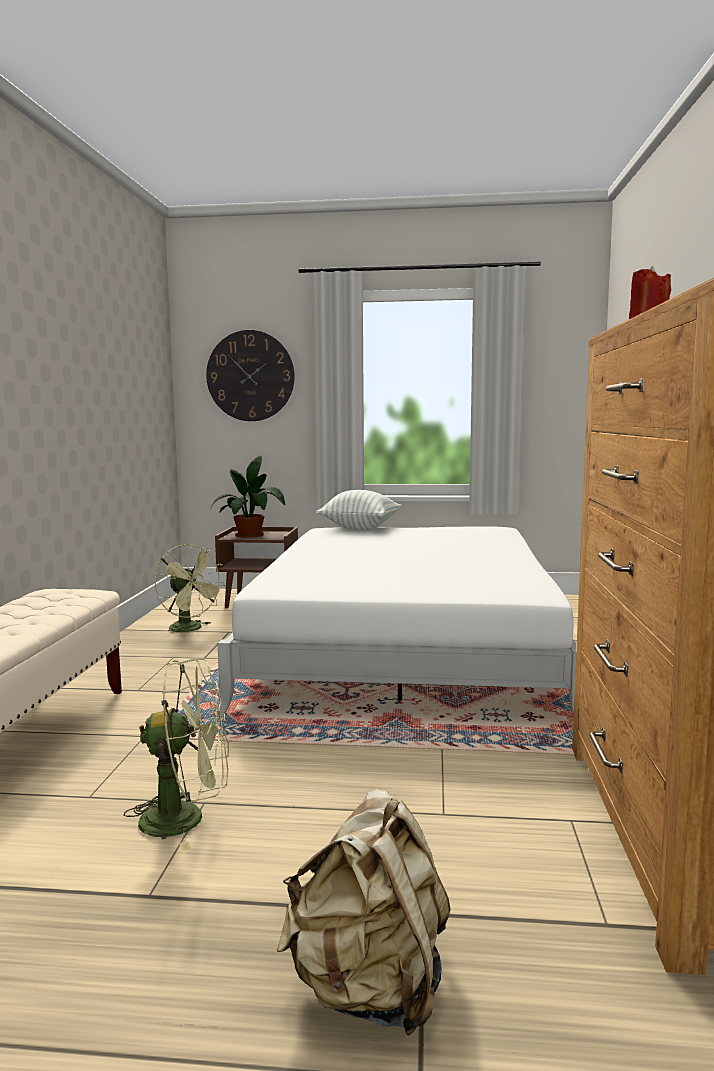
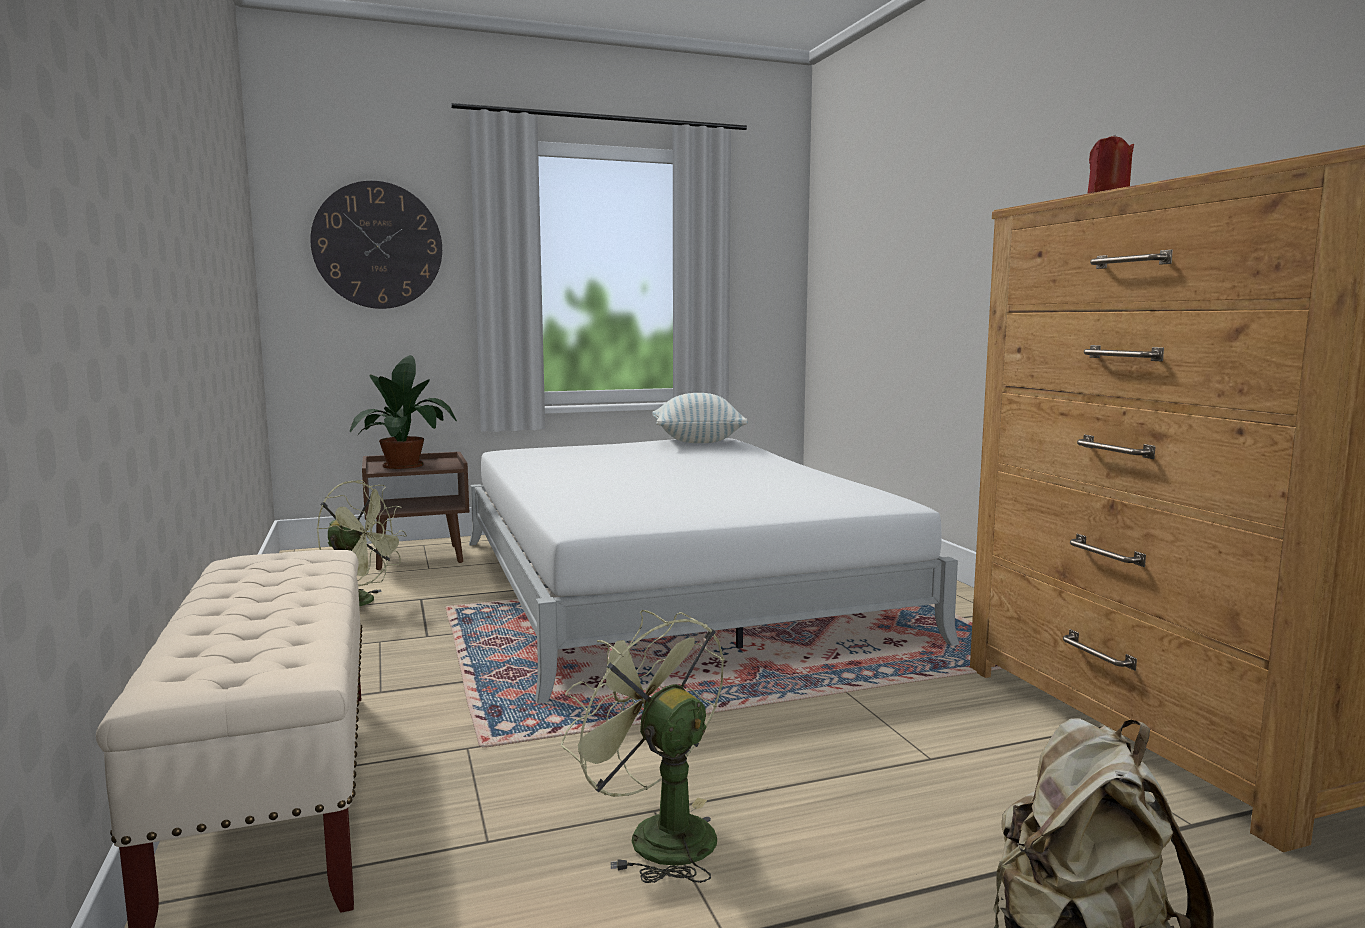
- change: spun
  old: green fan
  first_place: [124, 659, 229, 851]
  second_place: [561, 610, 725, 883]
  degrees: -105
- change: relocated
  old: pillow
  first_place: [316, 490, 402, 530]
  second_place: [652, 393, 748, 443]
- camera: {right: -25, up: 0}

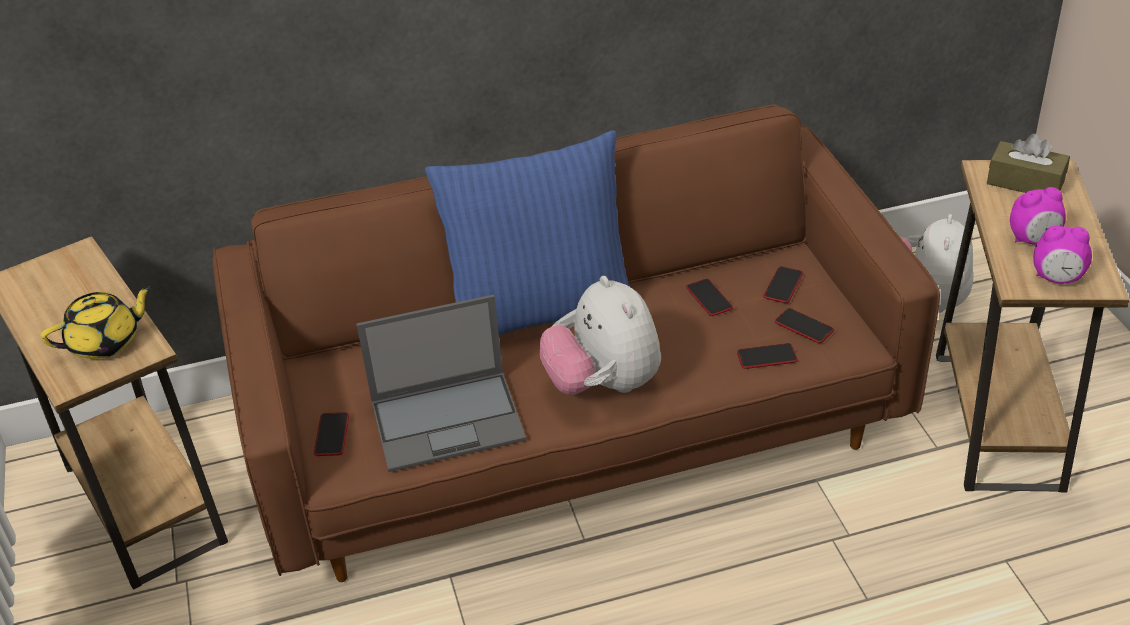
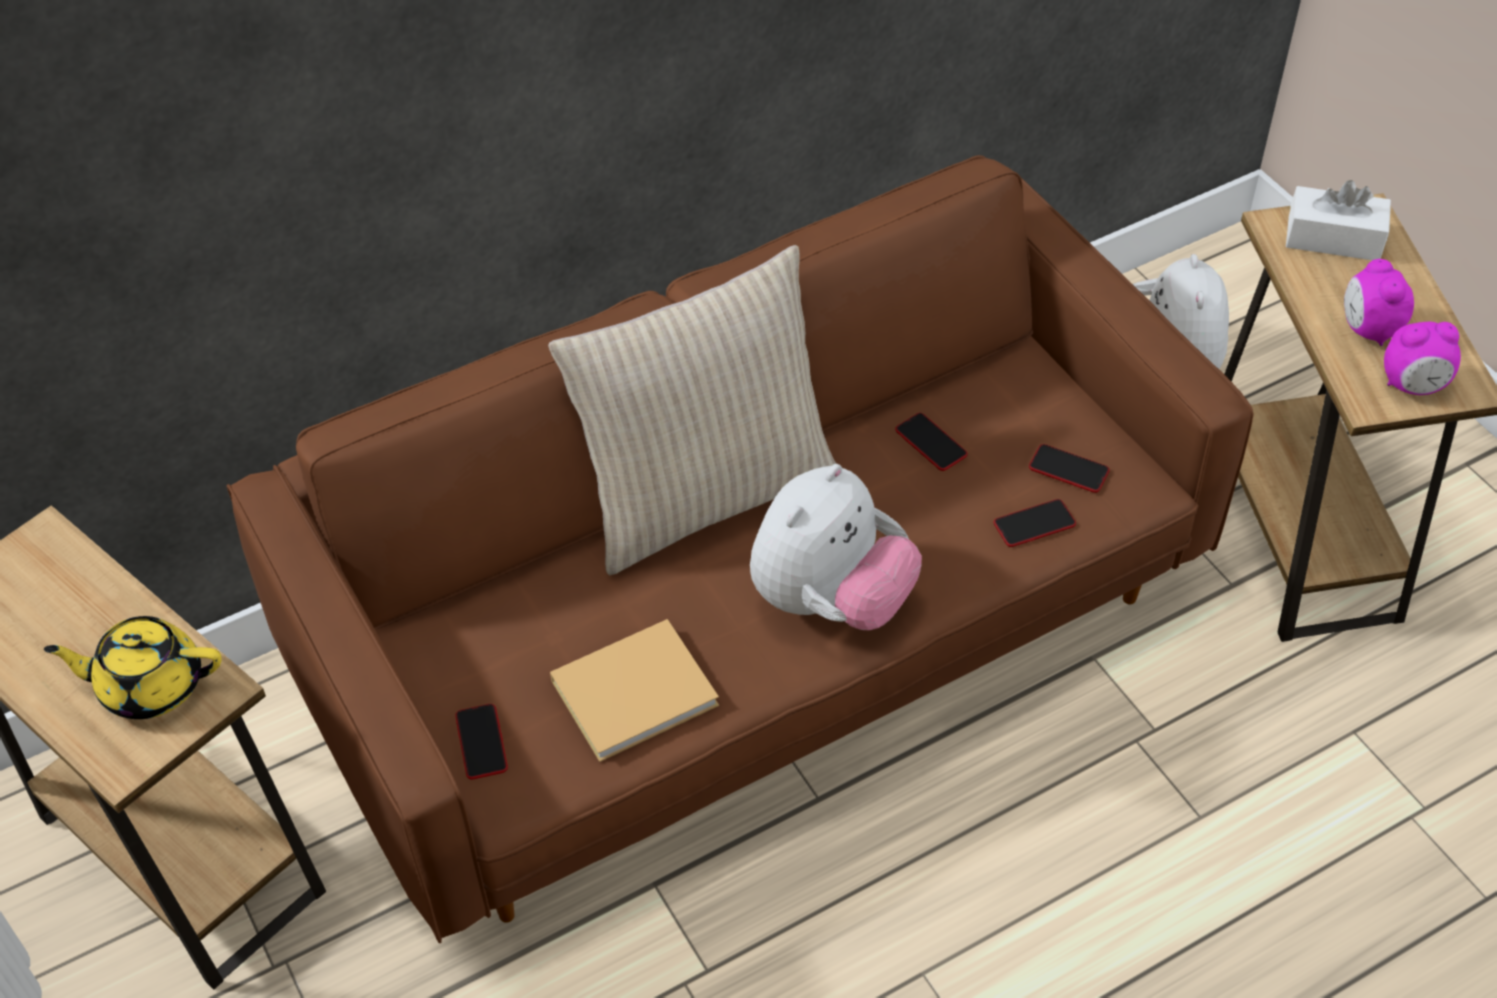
- change: spun
  old: yellow teapot
  first_place: [40, 286, 153, 359]
  second_place: [44, 616, 222, 719]
  degrees: -135
- change: exchanged
  old: laptop
  new: beige book
  first_place: [356, 295, 526, 472]
  second_place: [550, 619, 719, 762]
- change: colour
  old: blue pillow
  new: beige pillow
  first_place: [425, 130, 630, 335]
  second_place: [548, 245, 836, 575]
- change: spun
  old: plush toy
  first_place: [540, 276, 661, 395]
  second_place: [750, 464, 922, 630]
  degrees: -105
- change: missing
  old: phone
  first_place: [763, 266, 803, 303]
- change: colour
  old: brown tissue box
  new: white tissue box
  first_place: [987, 134, 1070, 193]
  second_place: [1286, 180, 1391, 260]
- change: spun
  old: alarm clock
  first_place: [1010, 187, 1066, 245]
  second_place: [1344, 259, 1414, 346]
  degrees: 105
- camera: {right: -15, up: 10}

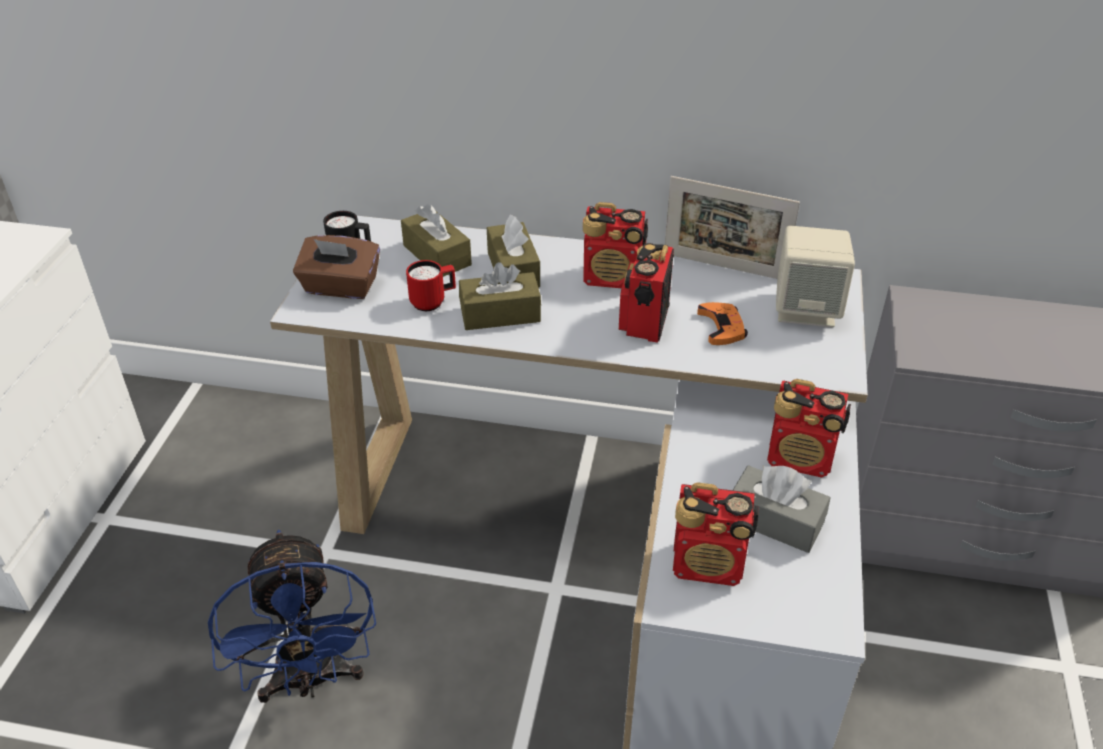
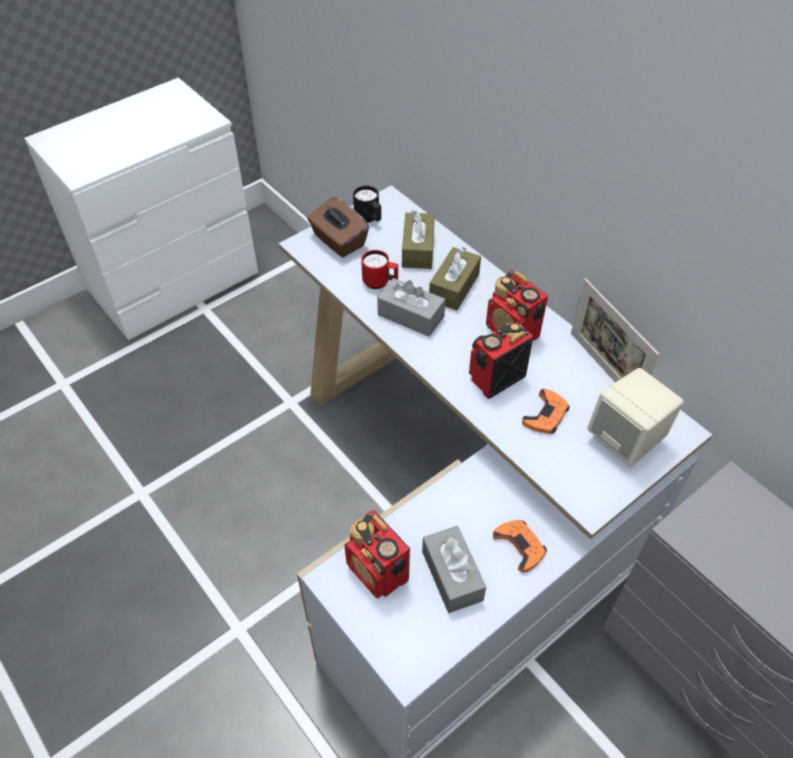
- change: missing
  old: blue fan
  first_place: [208, 530, 376, 703]
- change: colour
  old: brown tissue box
  new: grey tissue box
  first_place: [459, 262, 541, 330]
  second_place: [377, 278, 445, 337]
- change: exchanged
  old: radio
  new: orange game controller
  first_place: [767, 379, 851, 478]
  second_place: [493, 520, 547, 573]
- camera: {right: 40, up: 10}

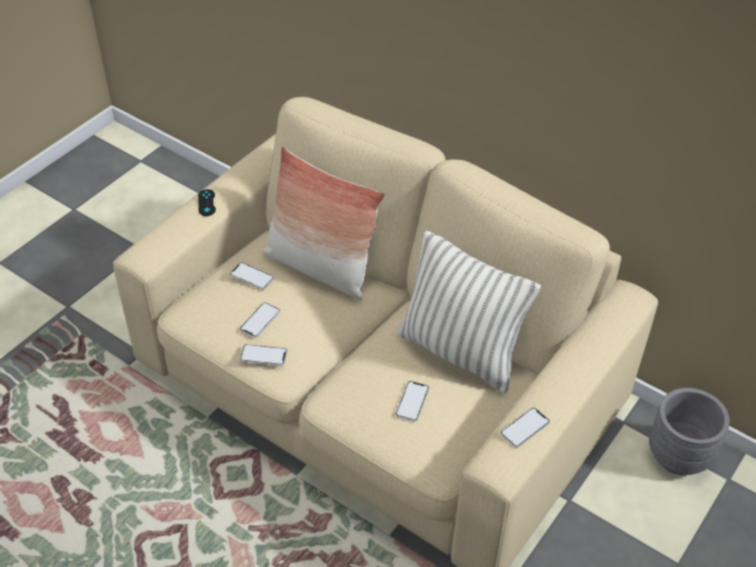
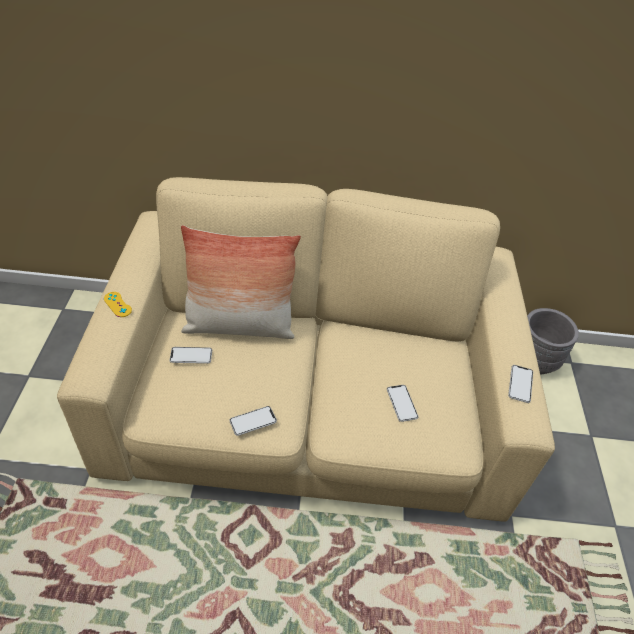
- change: colour
  old: black game controller
  new: yellow game controller
  first_place: [198, 189, 216, 216]
  second_place: [104, 292, 132, 317]
- change: missing
  old: phone
  first_place: [240, 302, 280, 338]
- change: missing
  old: pillow
  first_place: [397, 230, 541, 393]
- camera: {right: -35, up: 0}

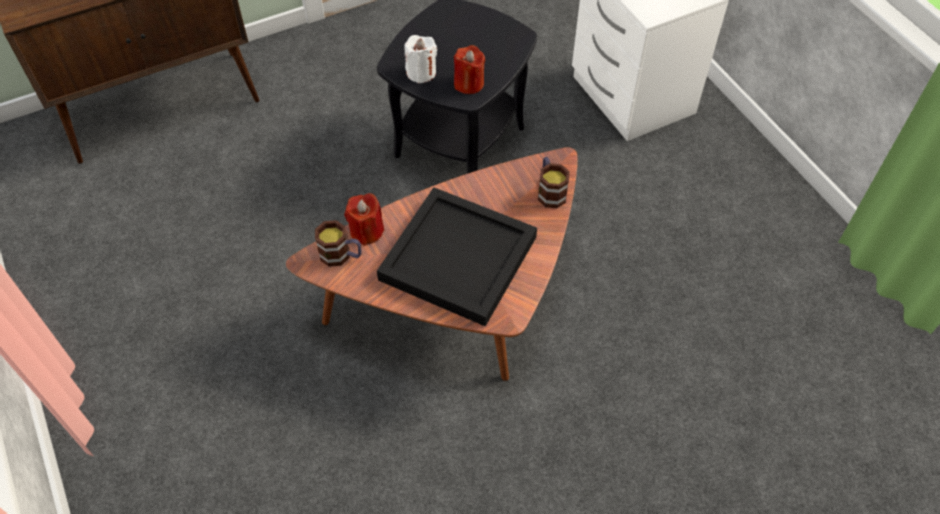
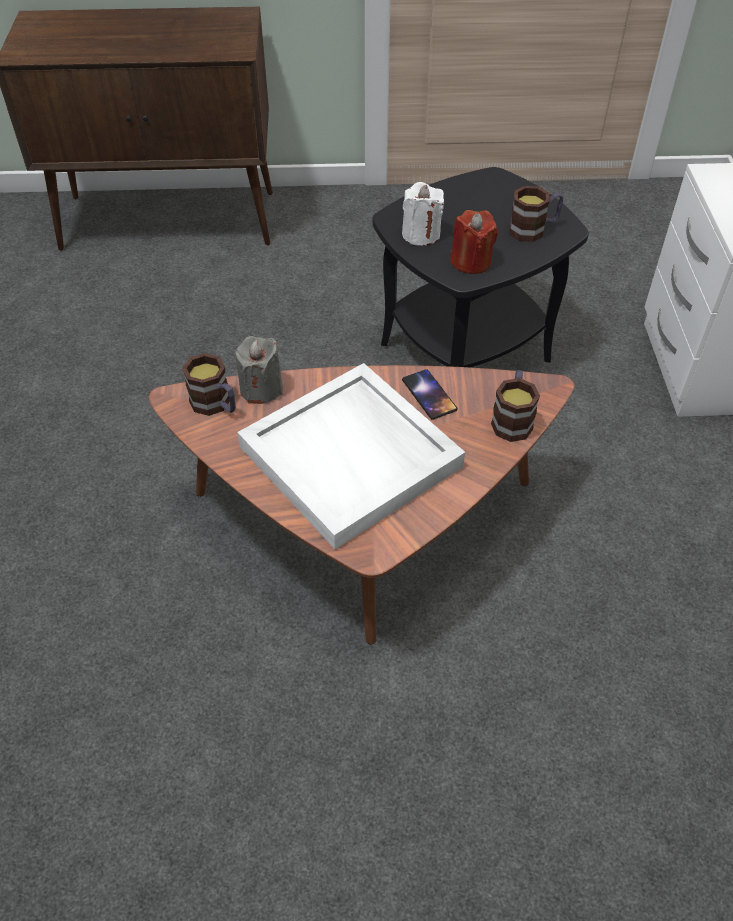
- change: colour
  old: red candle
  new: grey candle
  first_place: [345, 193, 384, 246]
  second_place: [235, 336, 283, 404]
- change: colour
  old: black tray
  new: white tray
  first_place: [377, 187, 537, 326]
  second_place: [237, 363, 465, 549]
- change: appeared
  new: phone
  second_place: [402, 369, 458, 420]
- change: appeared
  new: mug
  second_place: [509, 186, 563, 242]
- camera: {right: 25, up: -5}

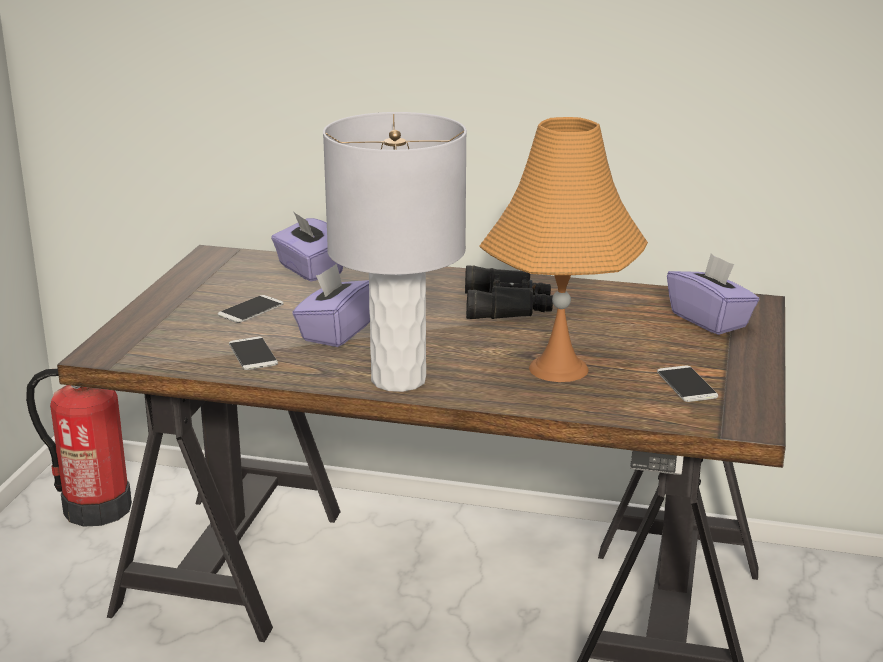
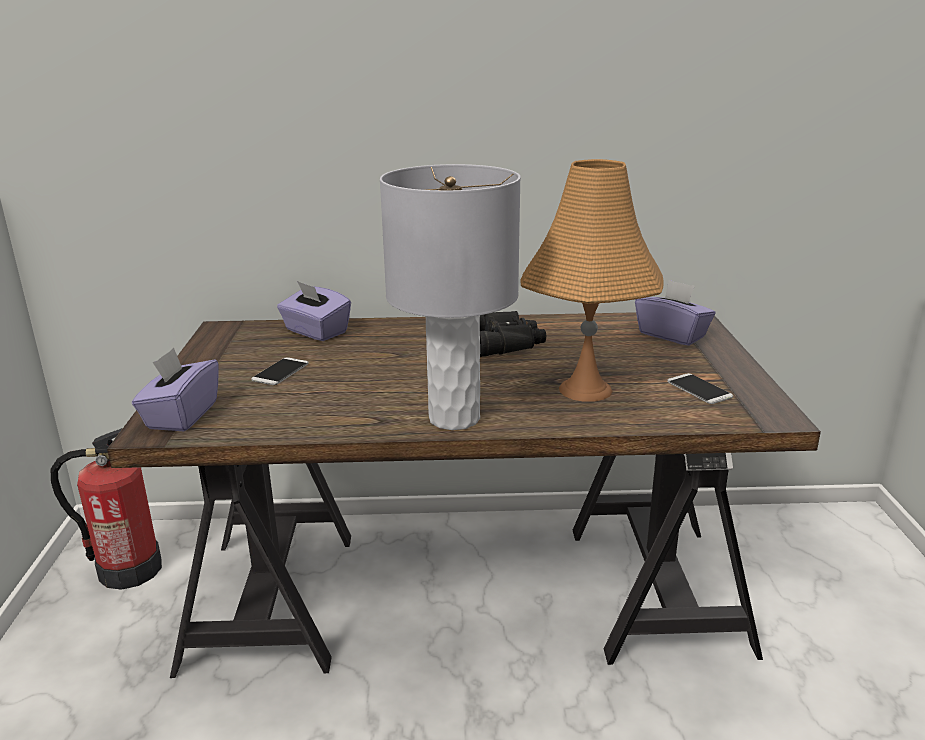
- change: missing
  old: phone
  first_place: [229, 337, 278, 370]
- change: relocated
  old: purple tissue box
  first_place: [292, 263, 370, 347]
  second_place: [132, 348, 219, 432]
- camera: {right: -15, up: 0}

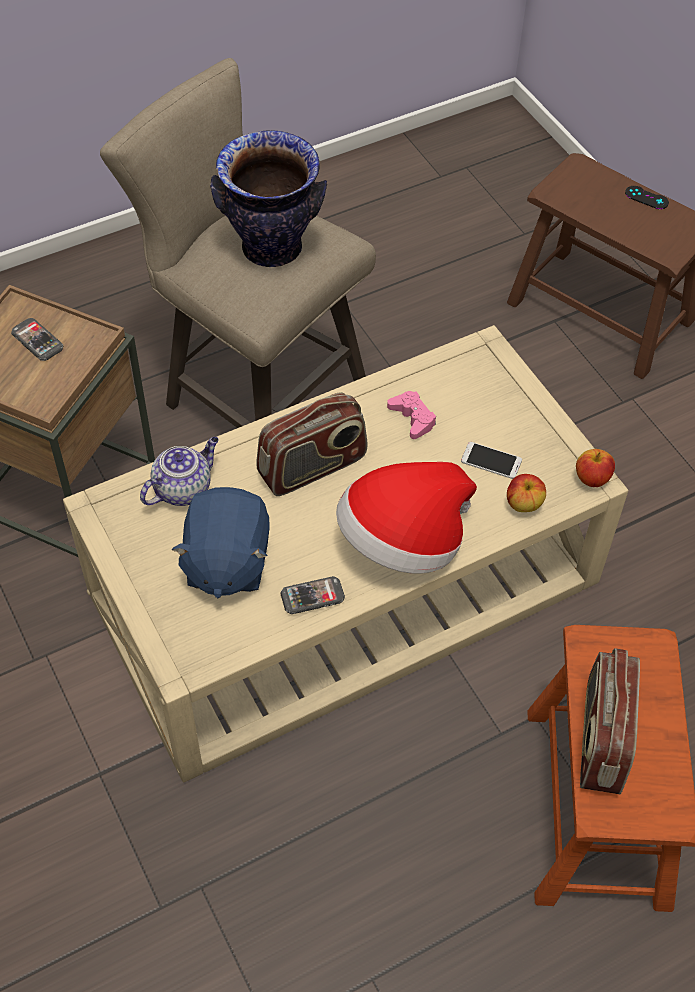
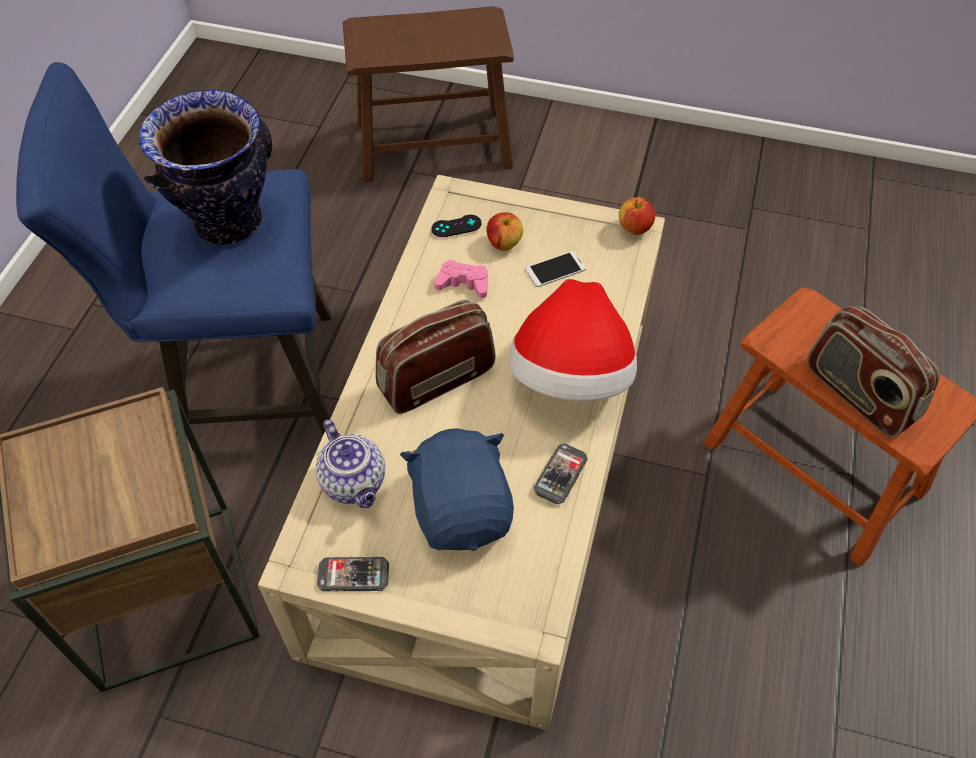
- change: relocated
  old: phone
  first_place: [11, 318, 63, 361]
  second_place: [317, 557, 389, 592]
- change: colour
  old: beige stool
  new: blue stool
  first_place: [100, 58, 376, 428]
  second_place: [16, 62, 331, 452]
- change: spun
  old: teapot
  first_place: [140, 437, 219, 506]
  second_place: [316, 419, 385, 508]
  degrees: 150
- change: spun
  old: blue plush toy
  first_place: [171, 487, 270, 598]
  second_place: [400, 428, 514, 551]
  degrees: -150
- change: spun
  old: radio
  first_place: [256, 392, 367, 496]
  second_place: [375, 300, 495, 414]
  degrees: -135
- change: relocated
  old: apple
  first_place: [507, 474, 546, 512]
  second_place: [486, 212, 523, 251]
- change: relocated
  old: black game controller
  first_place: [625, 186, 669, 209]
  second_place: [431, 215, 482, 237]
- camera: {right: -45, up: 0}

